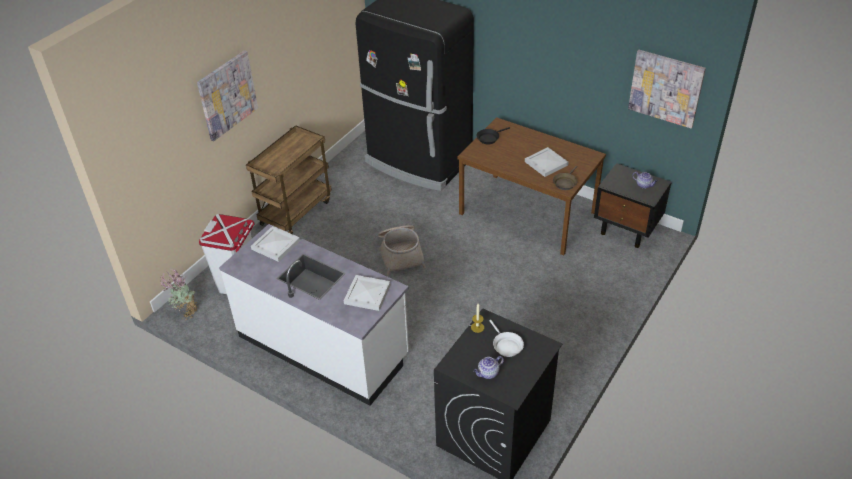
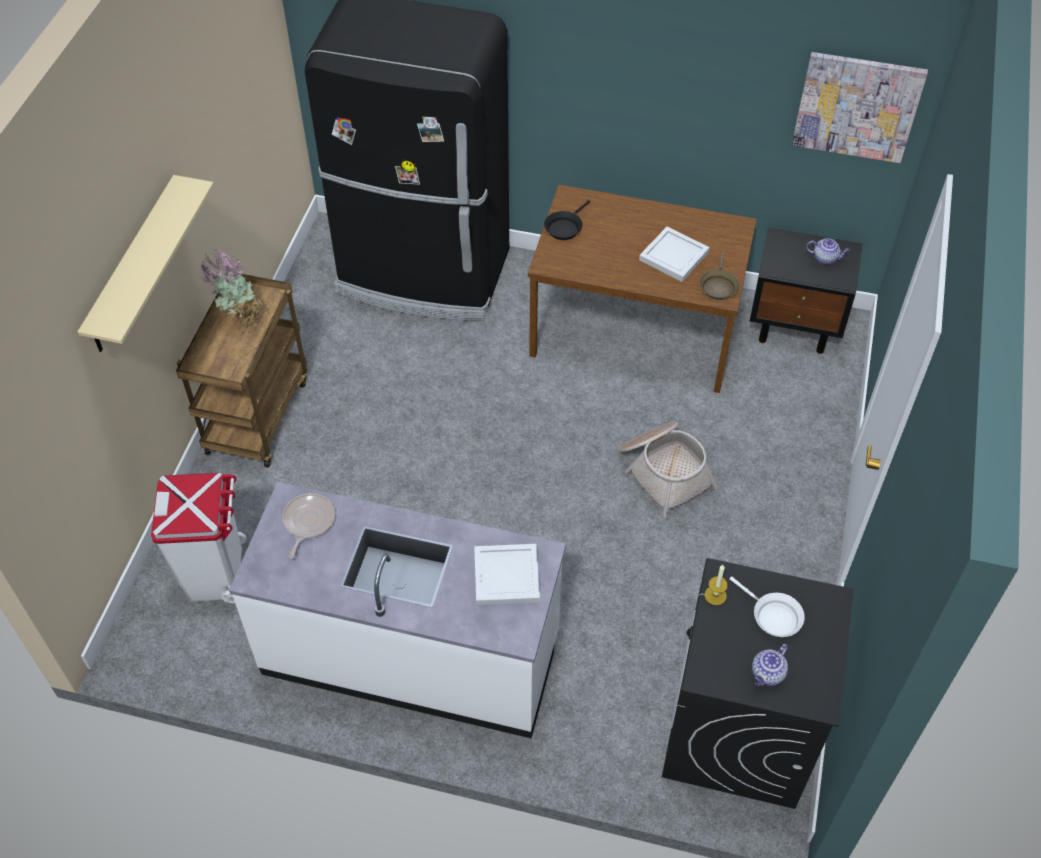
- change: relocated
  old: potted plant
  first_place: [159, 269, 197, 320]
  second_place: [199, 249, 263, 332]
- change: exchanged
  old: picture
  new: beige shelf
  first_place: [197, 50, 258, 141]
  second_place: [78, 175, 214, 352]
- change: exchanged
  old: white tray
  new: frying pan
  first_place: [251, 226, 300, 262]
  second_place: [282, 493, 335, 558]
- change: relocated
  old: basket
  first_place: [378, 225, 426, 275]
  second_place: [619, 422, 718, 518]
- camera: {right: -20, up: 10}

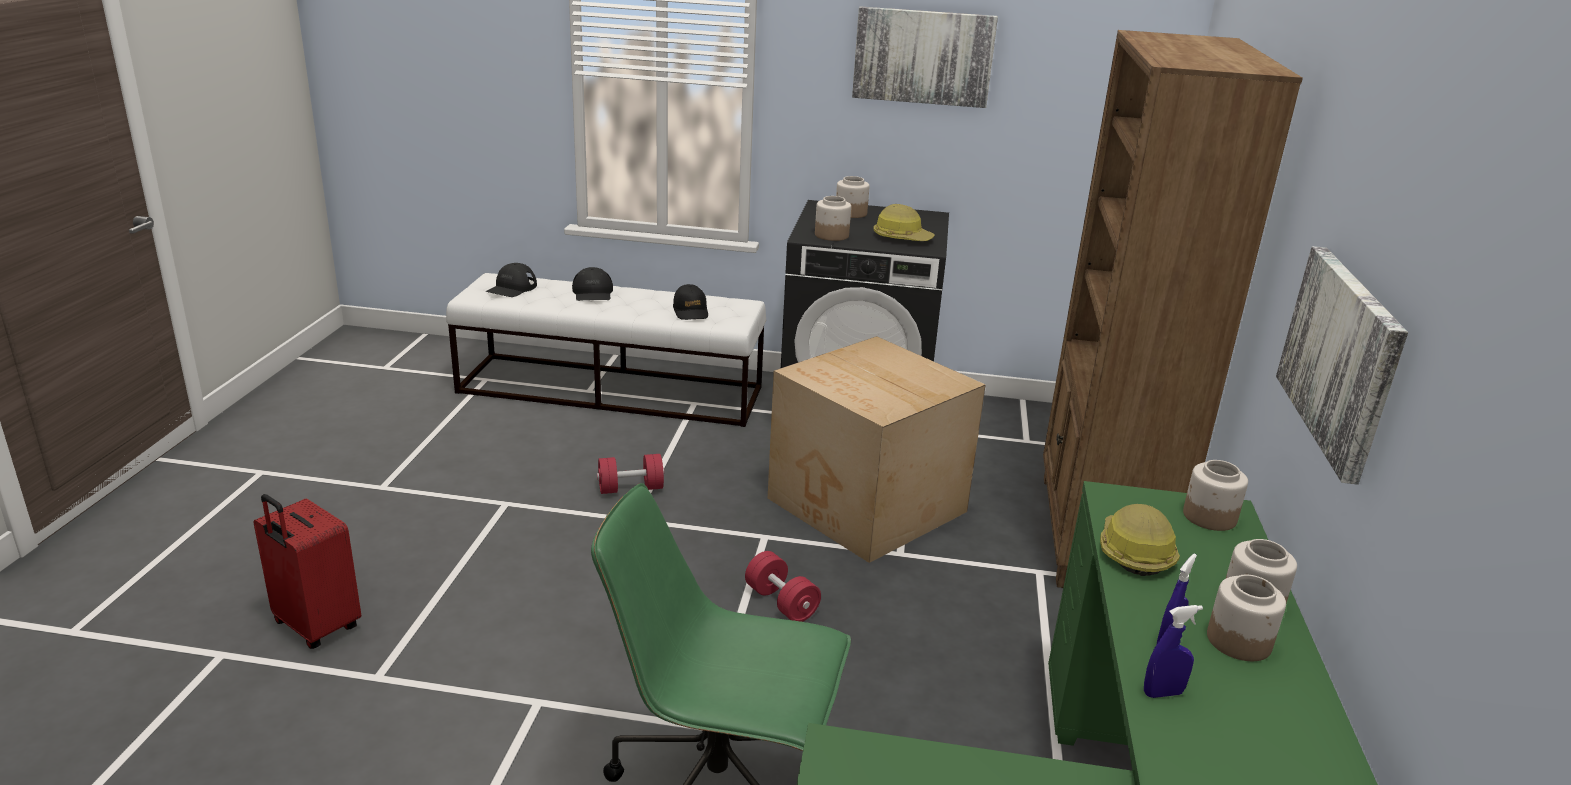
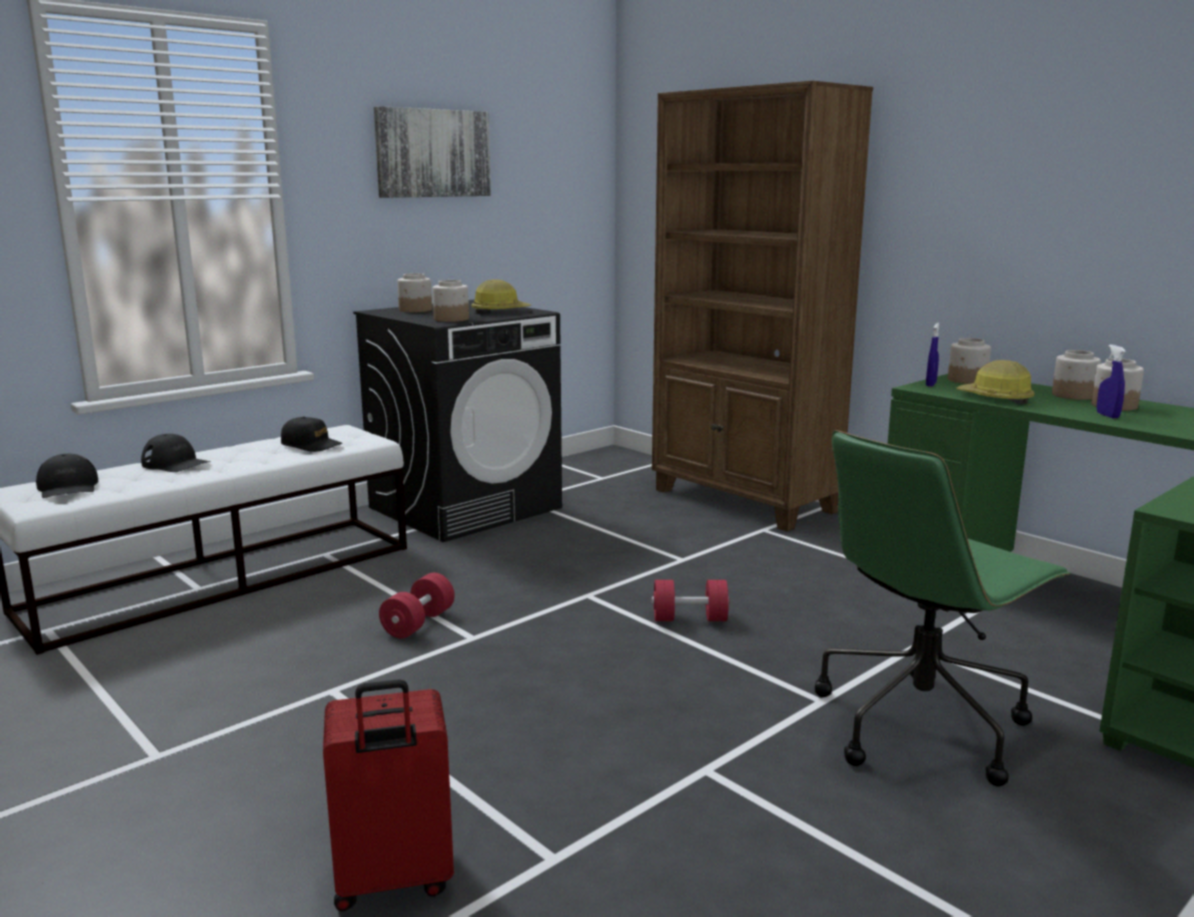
- change: missing
  old: cardboard box
  first_place: [768, 336, 986, 563]
- change: relocated
  old: blue spray bottle
  first_place: [1144, 605, 1203, 698]
  second_place: [926, 323, 940, 387]
- change: missing
  old: picture
  first_place: [1276, 246, 1408, 485]
- camera: {right: -50, up: -10}

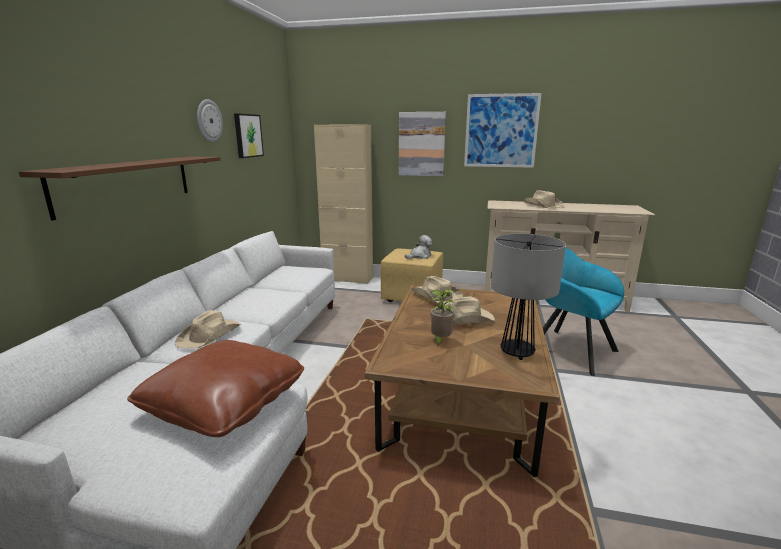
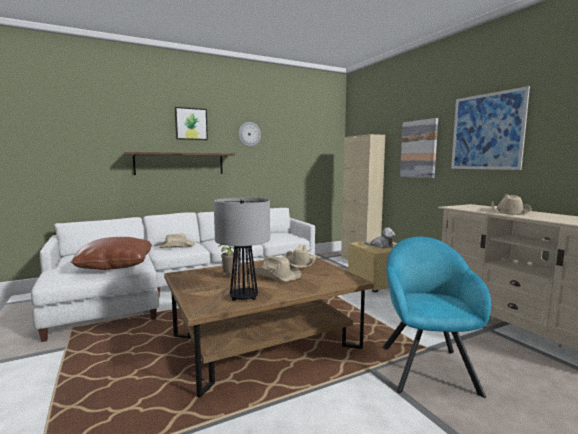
- change: relocated
  old: picture
  first_place: [234, 114, 264, 158]
  second_place: [175, 107, 208, 140]
- camera: {right: 50, up: -10}

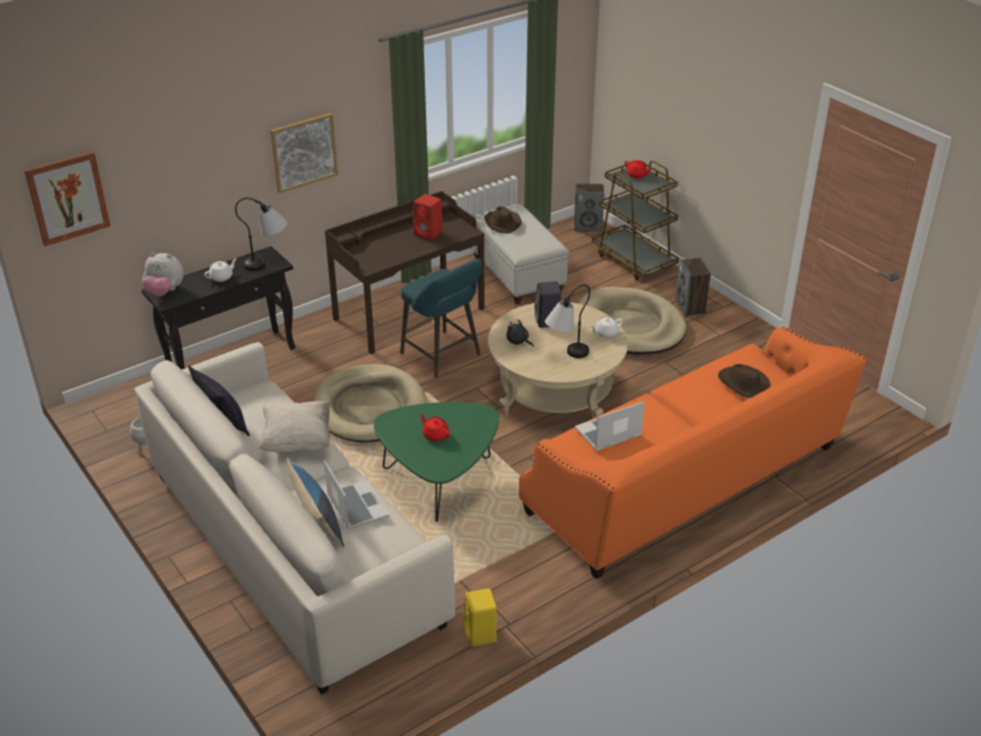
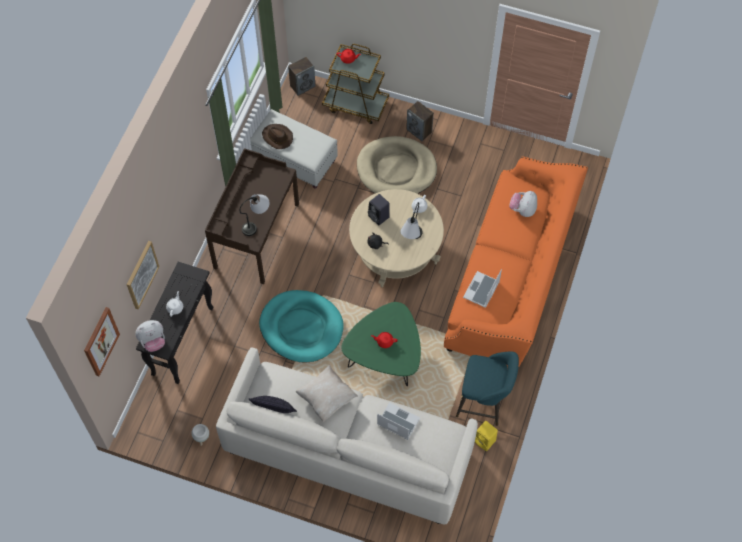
- change: relocated
  old: table lamp
  first_place: [235, 198, 287, 270]
  second_place: [240, 194, 270, 236]
- change: relocated
  old: picture
  first_place: [270, 113, 338, 193]
  second_place: [127, 241, 159, 310]
- change: missing
  old: pillow
  first_place: [287, 457, 344, 547]
- change: colour
  old: beige dog bed
  new: turquoise dog bed
  first_place: [314, 364, 427, 443]
  second_place: [259, 290, 344, 363]
- change: relocated
  old: turquoise stool
  first_place: [400, 259, 482, 378]
  second_place: [456, 351, 519, 426]
- change: missing
  old: red speaker
  first_place: [413, 194, 443, 240]
- change: exchanged
  old: brown hat
  new: plush toy
  first_place: [718, 364, 770, 398]
  second_place: [509, 191, 537, 217]
- camera: {right: -35, up: 25}

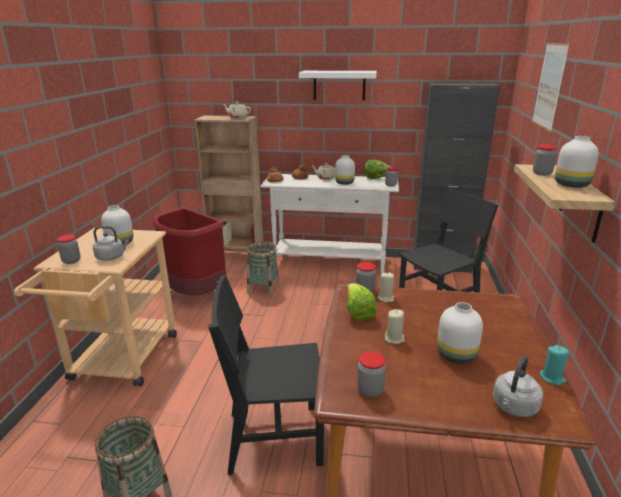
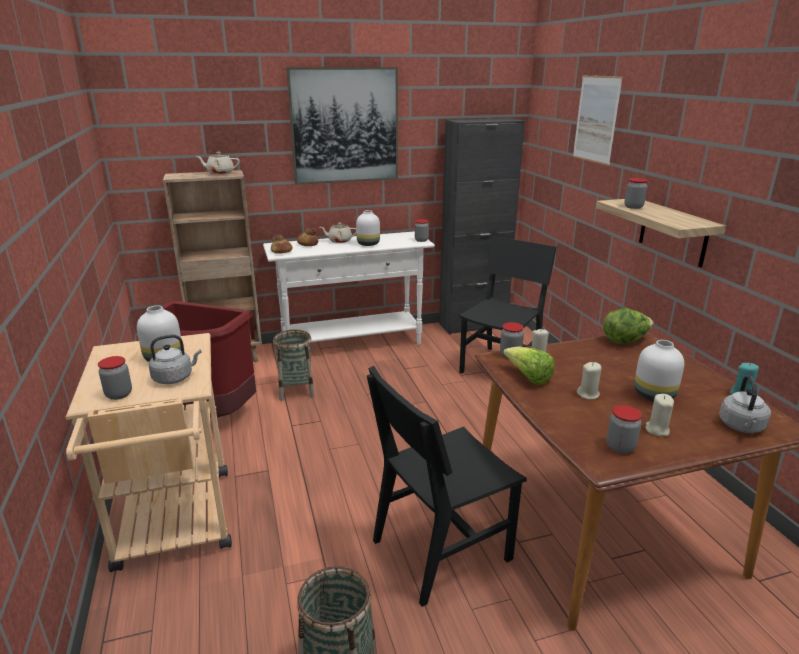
- change: exchanged
  old: white shelf
  new: picture
  first_place: [299, 71, 377, 100]
  second_place: [286, 67, 398, 185]
- change: relocated
  old: lettuce
  first_place: [364, 159, 390, 179]
  second_place: [603, 308, 653, 344]
- change: missing
  old: white vase
  first_place: [555, 136, 599, 188]
- change: appeared
  new: beige candle
  second_place: [646, 394, 674, 436]
- camera: {right: -25, up: 0}

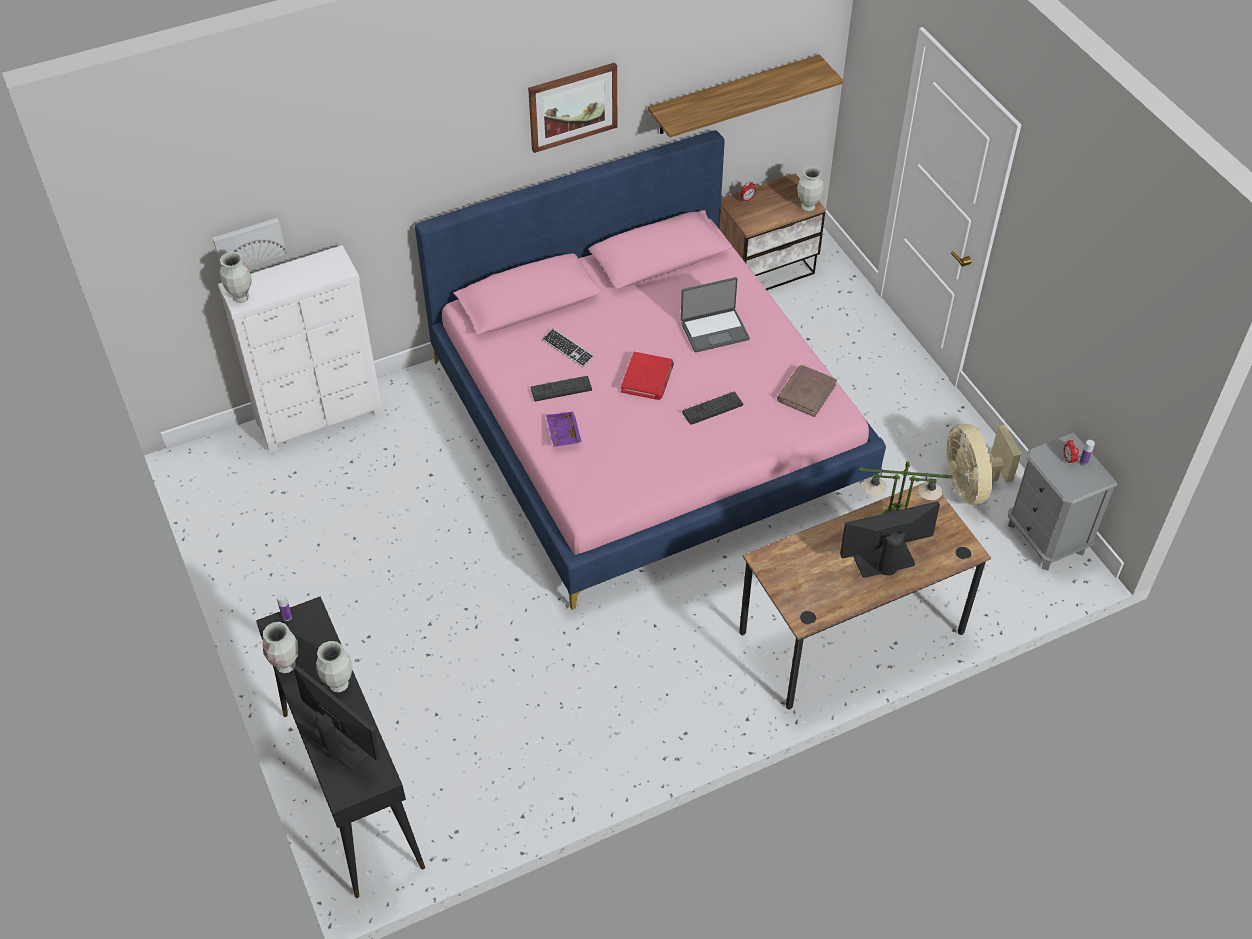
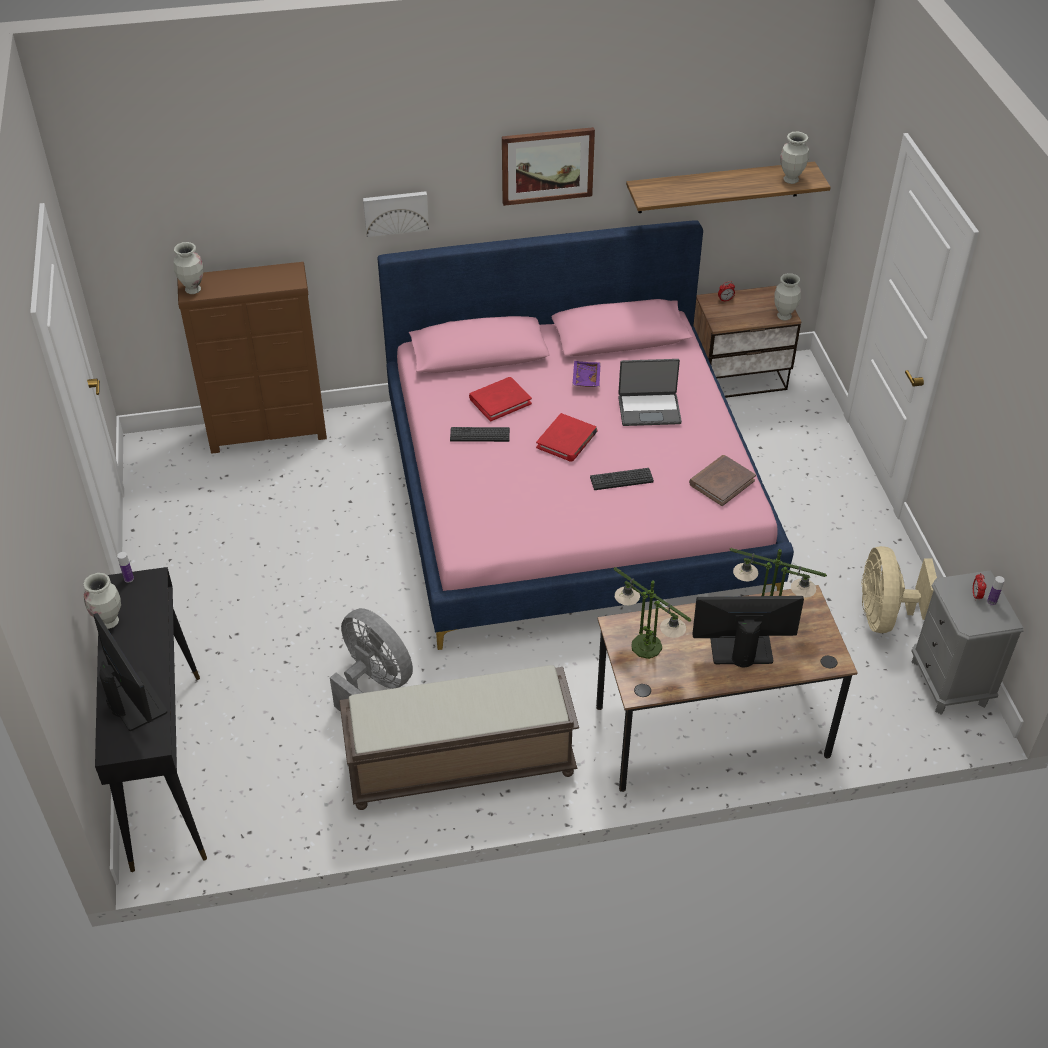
- change: relocated
  old: picture
  first_place: [213, 218, 287, 267]
  second_place: [363, 191, 429, 237]
- change: colour
  old: white dresser
  new: brown dresser
  first_place: [218, 245, 383, 452]
  second_place: [177, 262, 327, 454]
- change: relocated
  old: vase
  first_place: [316, 641, 352, 692]
  second_place: [780, 131, 809, 184]
- change: exchanged
  old: keyboard
  new: red book
  first_place: [542, 329, 594, 367]
  second_place: [469, 377, 532, 421]
- change: relocated
  old: purple tray
  first_place: [546, 411, 582, 447]
  second_place: [572, 361, 601, 387]
- change: appeared
  new: grey fan
  second_place: [330, 608, 413, 712]
- change: appeared
  new: brown bench
  second_place: [339, 665, 579, 810]
- change: appeared
  new: table lamp
  second_place: [614, 567, 691, 659]
- camera: {right: 15, up: -5}

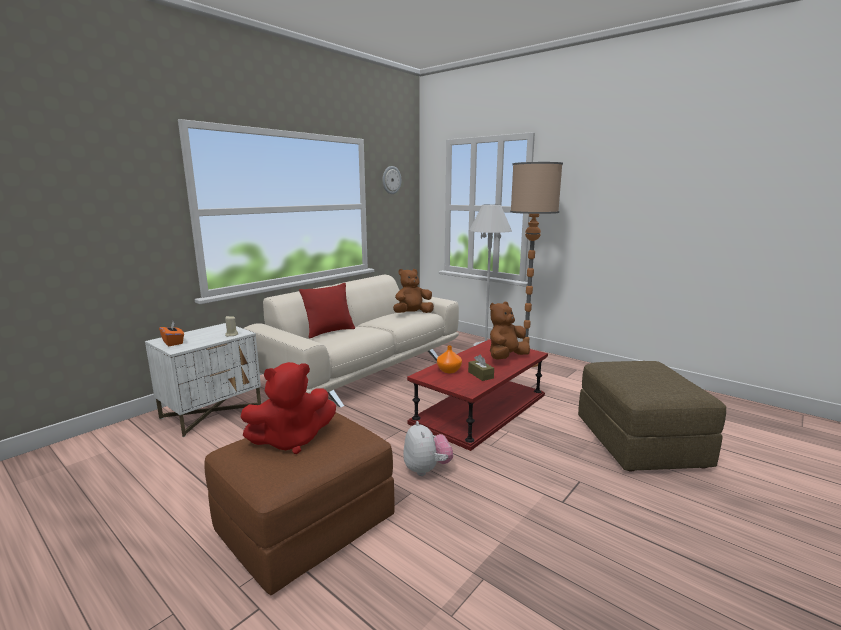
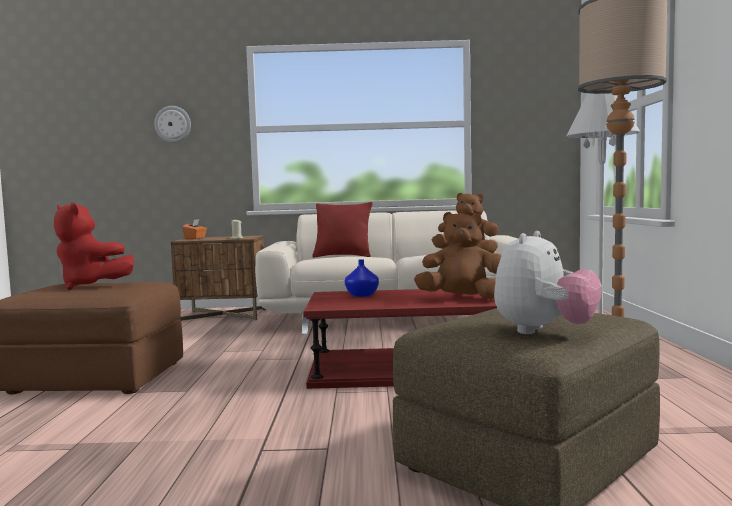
- change: colour
  old: white nightstand
  new: brown nightstand
  first_place: [145, 323, 261, 437]
  second_place: [171, 236, 266, 321]
- change: relocated
  old: wall clock
  first_place: [382, 166, 401, 194]
  second_place: [154, 106, 191, 143]
- change: relocated
  old: plush toy
  first_place: [403, 421, 453, 476]
  second_place: [494, 231, 602, 334]
- change: colour
  old: orange vase
  new: blue vase
  first_place: [437, 345, 462, 373]
  second_place: [345, 259, 379, 297]
- change: missing
  old: brown tissue box
  first_place: [468, 355, 494, 381]
- camera: {right: 50, up: -10}

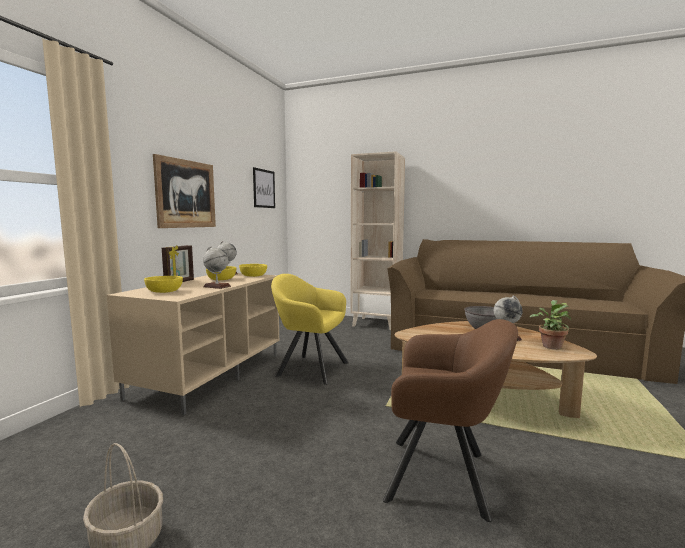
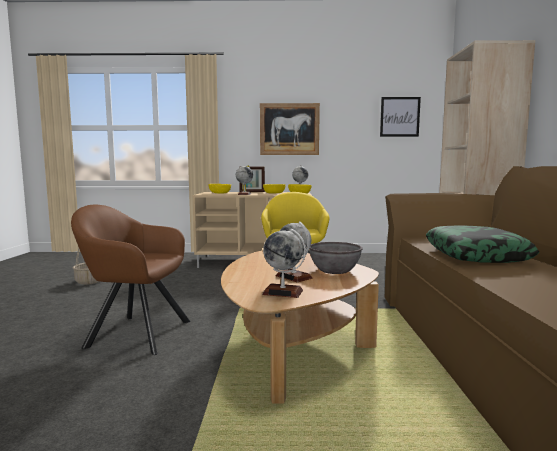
- change: spun
  old: brown armchair
  first_place: [383, 319, 518, 522]
  second_place: [71, 205, 191, 355]
  degrees: 105
- change: exchanged
  old: potted plant
  new: globe
  first_place: [530, 300, 571, 350]
  second_place: [262, 229, 306, 298]
- change: appeared
  new: pillow
  second_place: [426, 225, 539, 263]
- camera: {right: 70, up: 0}

